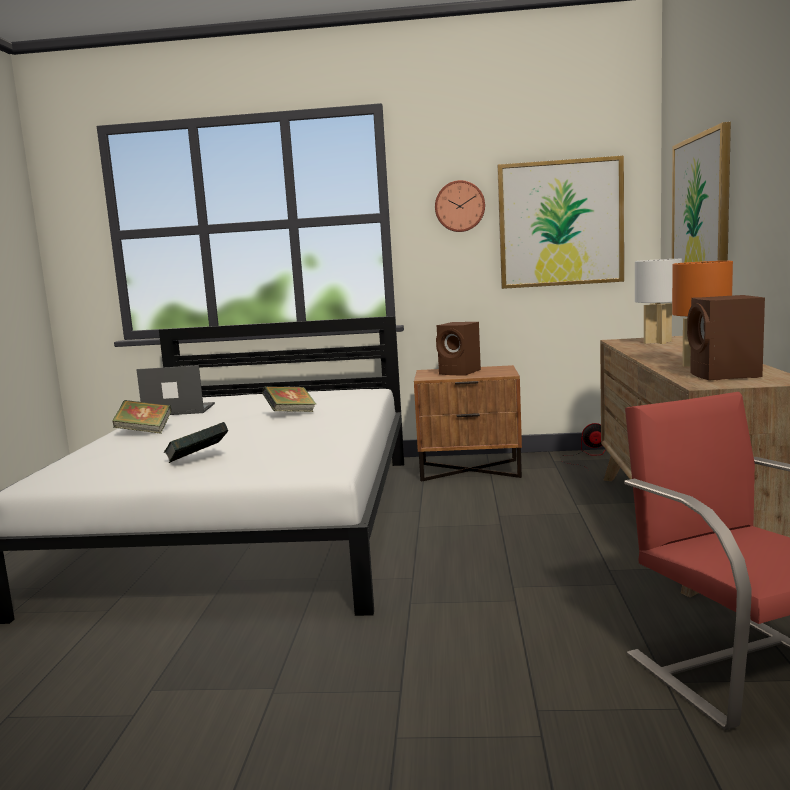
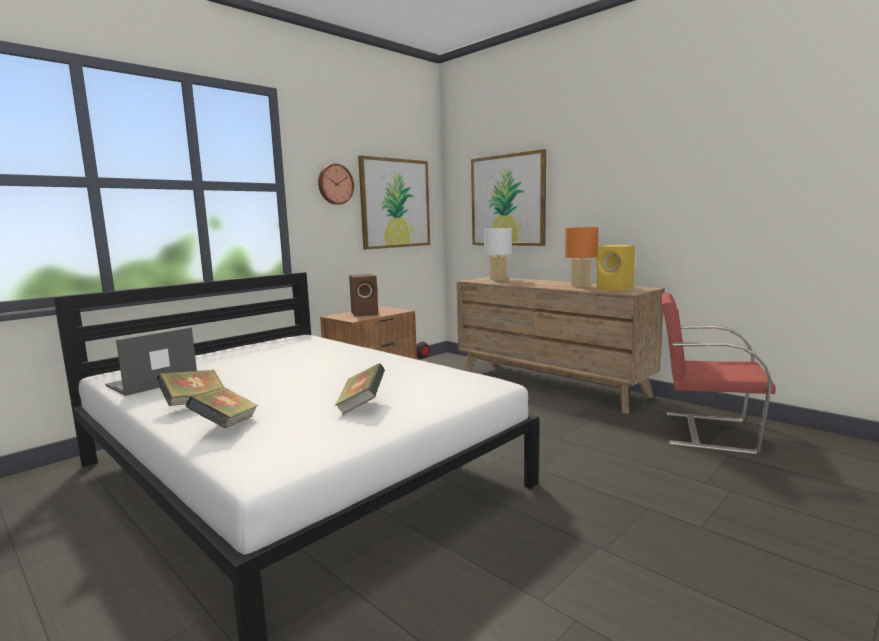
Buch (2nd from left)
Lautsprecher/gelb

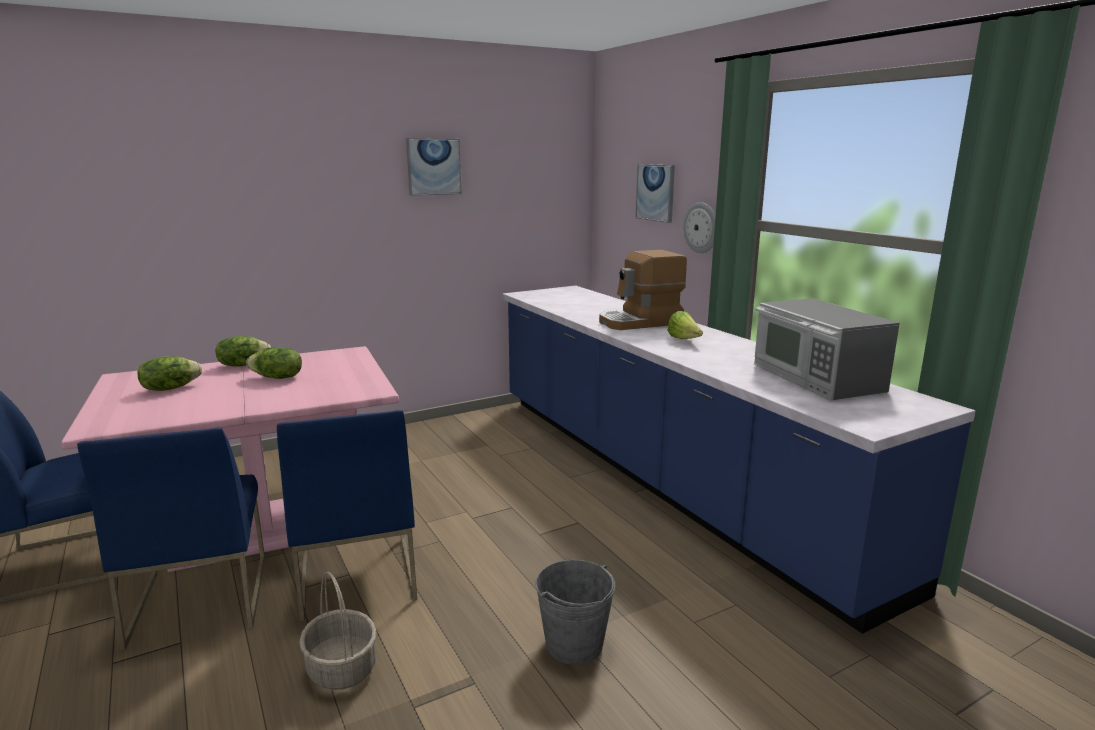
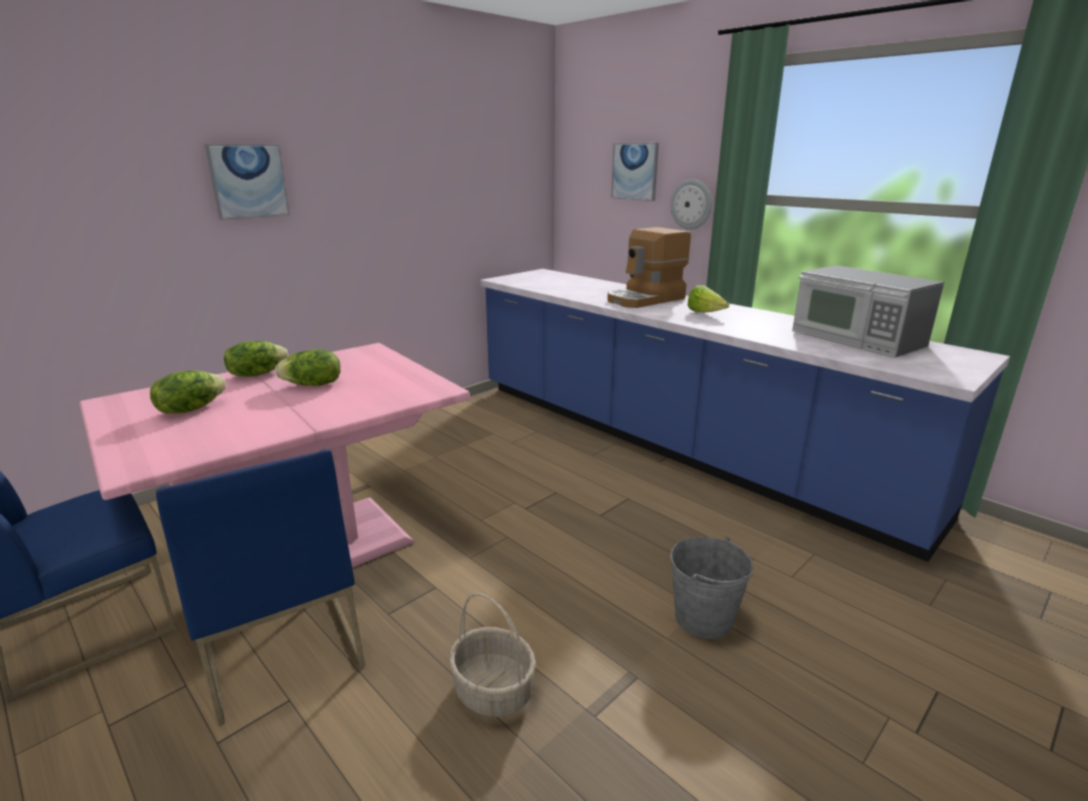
Stuhl/blau (3rd from left in the first image)
Bild (1st from left)

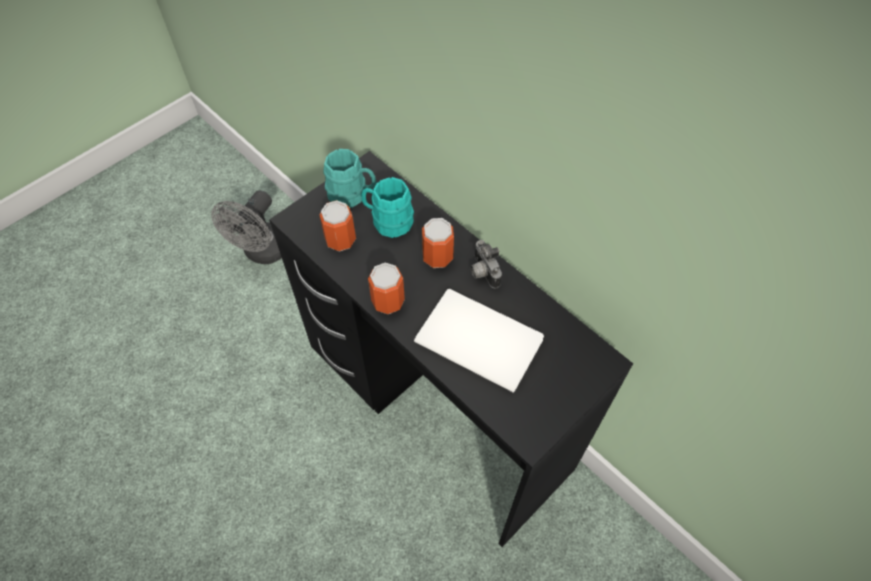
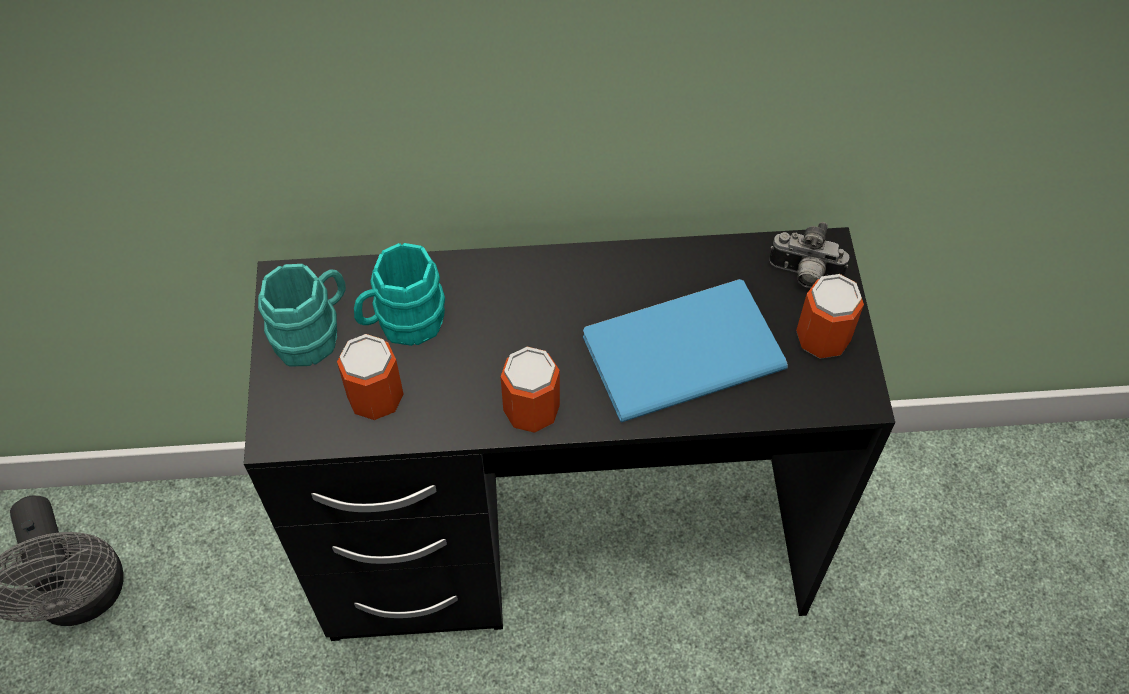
Buch/blau
Dose (3rd from left)
Kamera

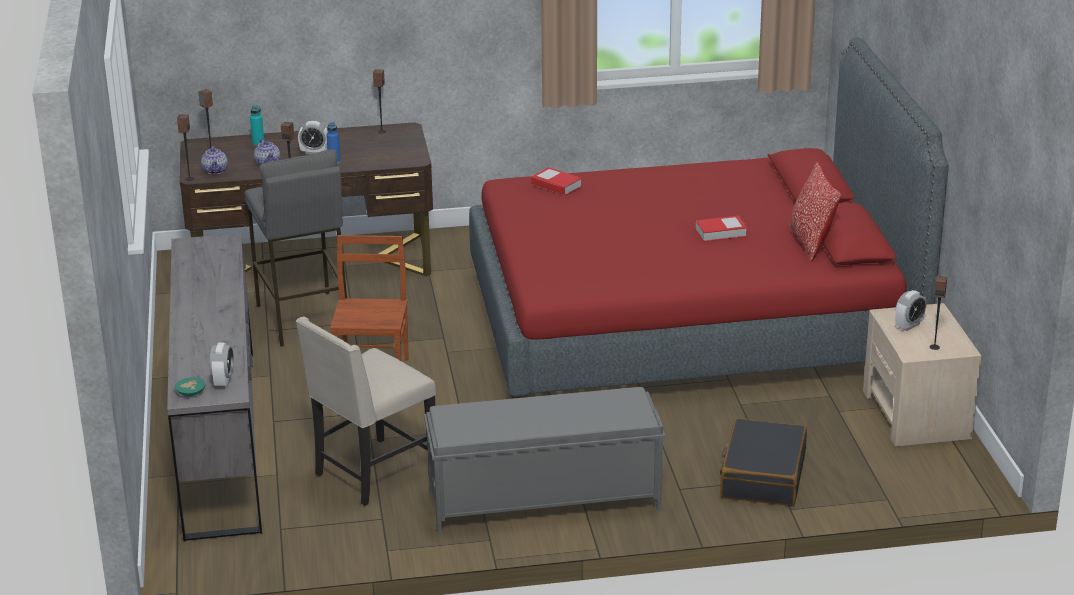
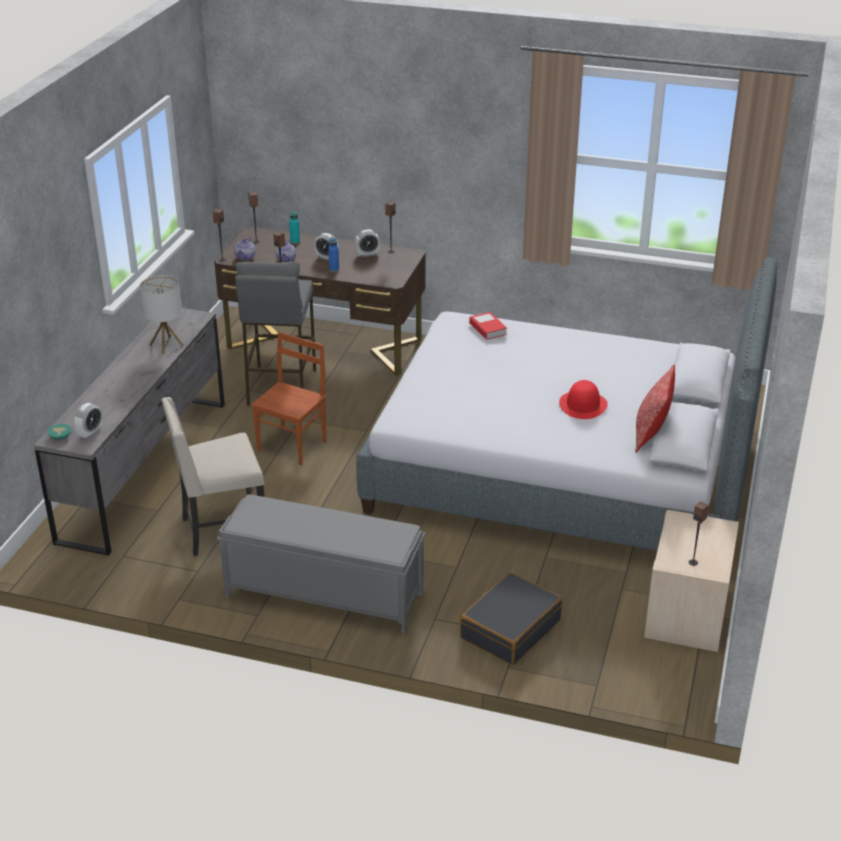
Bett/grau
Hut/rot
Wecker (3rd from left)
Tischlampe

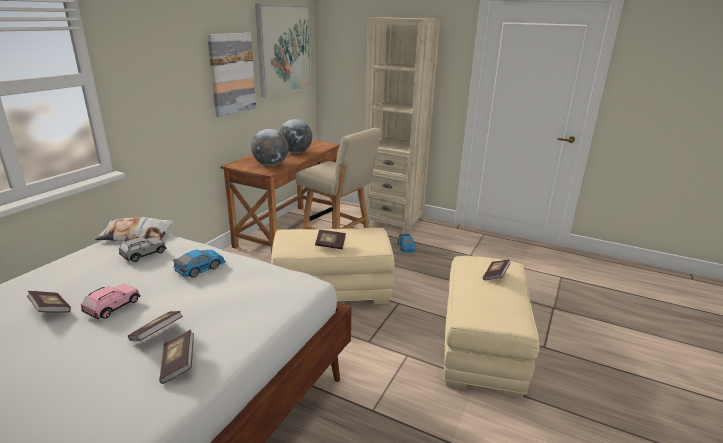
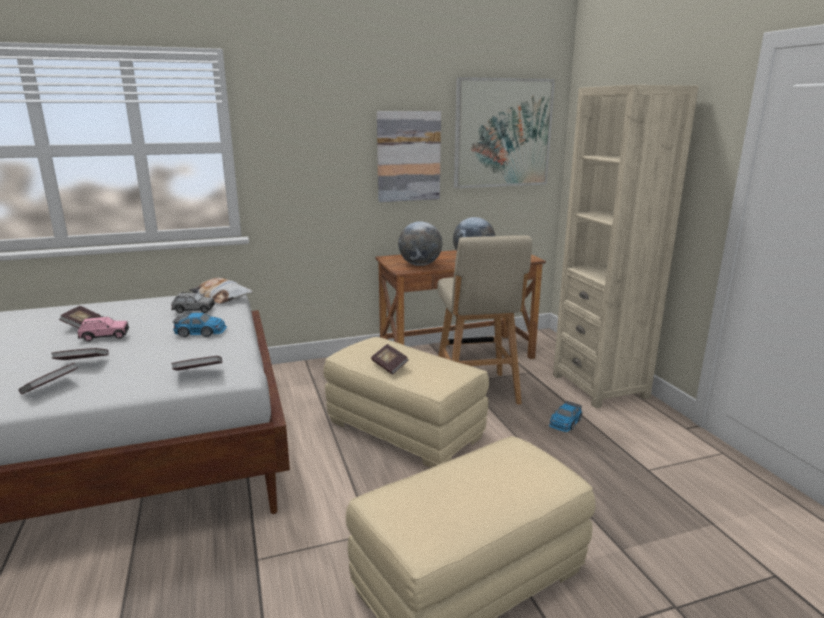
Buch (4th from left)

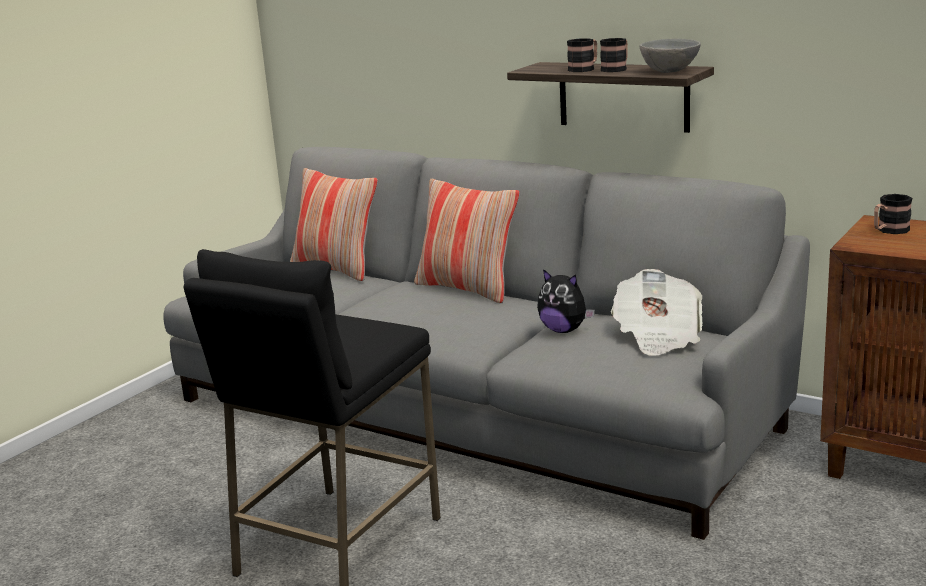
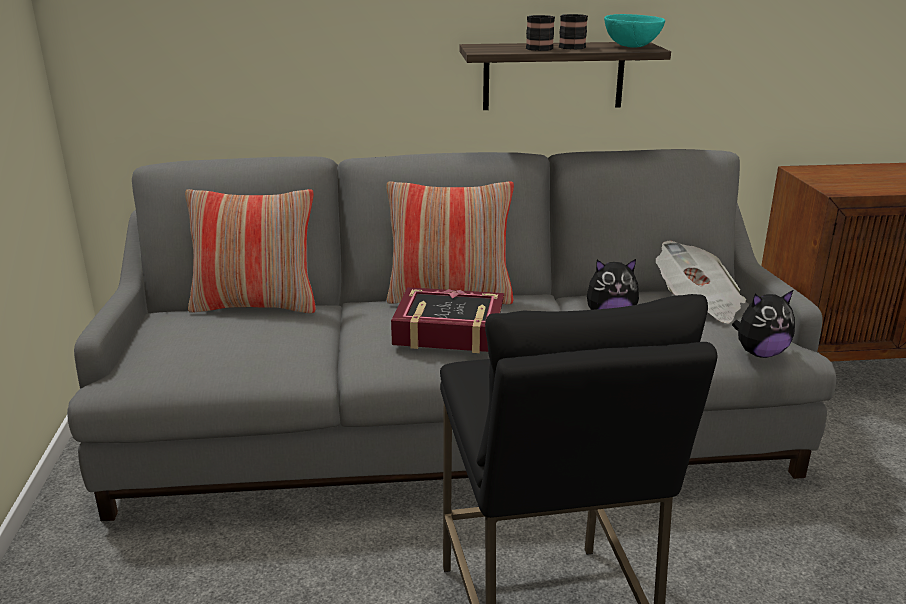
Schüssel/türkis
Henkelbecher (3rd from left in the first image)
Buch
Plüschtier (2nd from left)

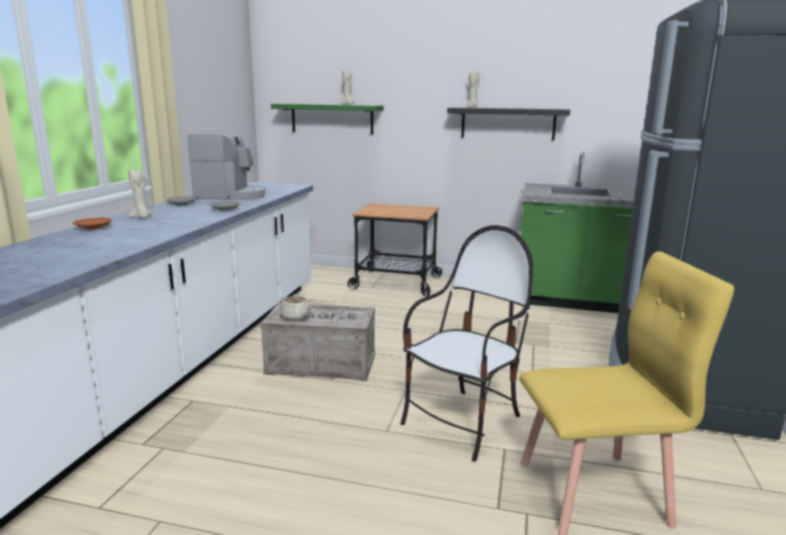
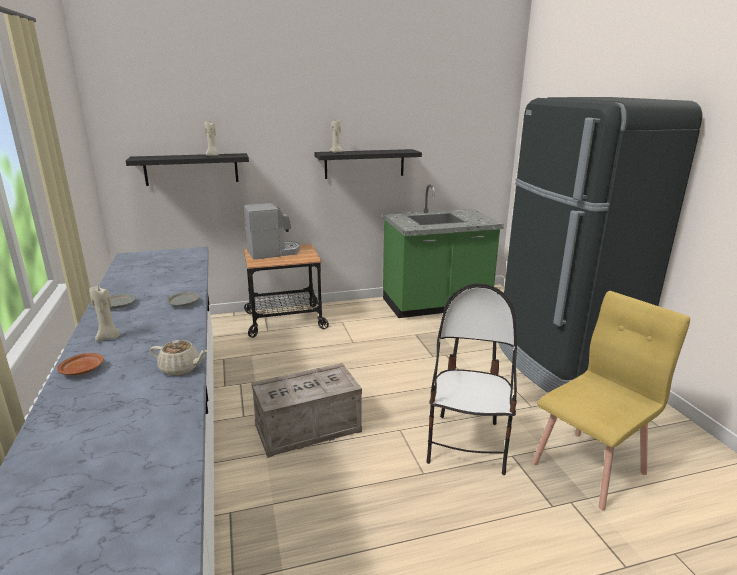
Kaffeemaschine
Wandregal/schwarz (1st from left)
Teekanne/beige

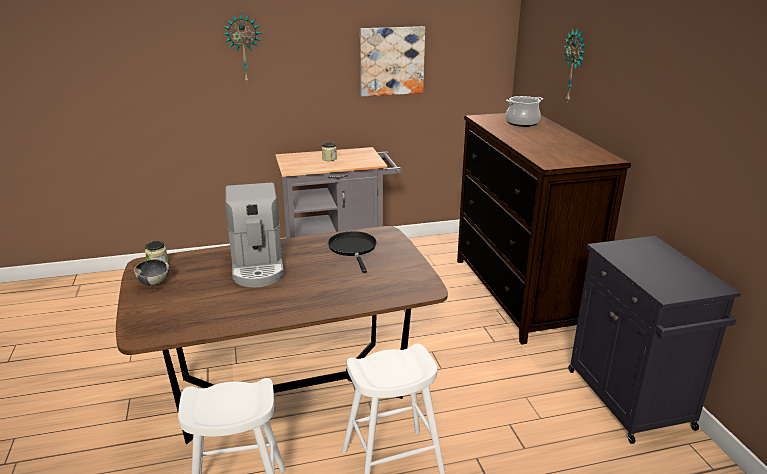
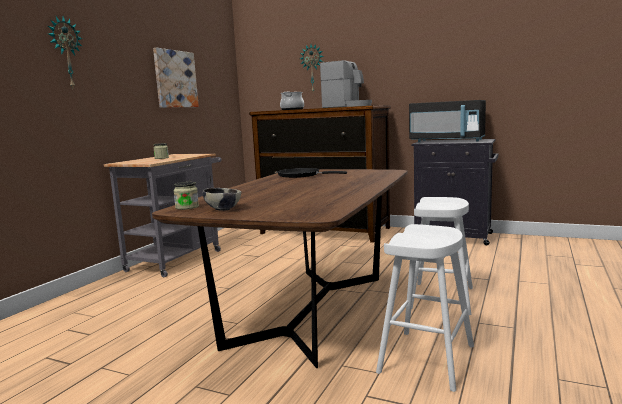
Kaffeemaschine
Mikrowelle/schwarz

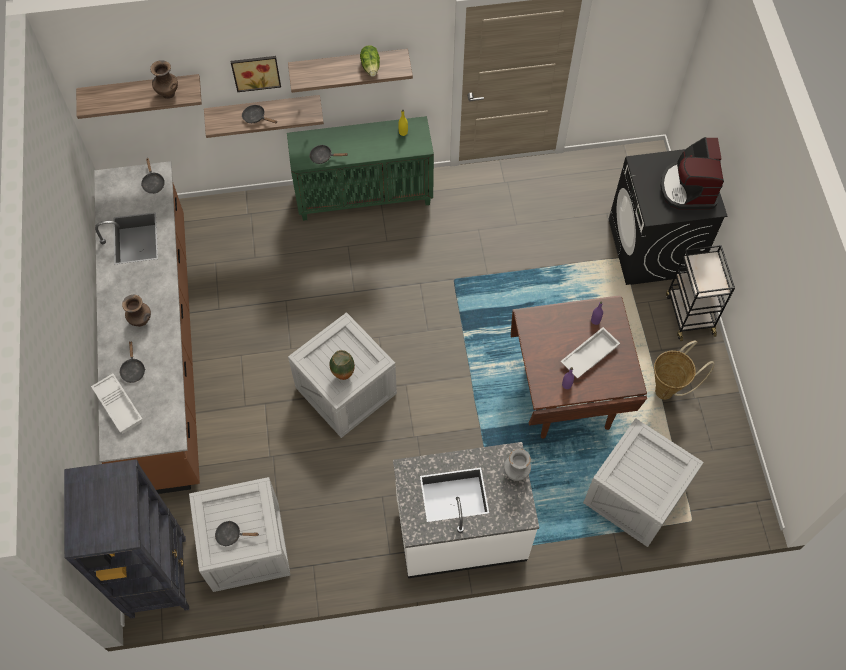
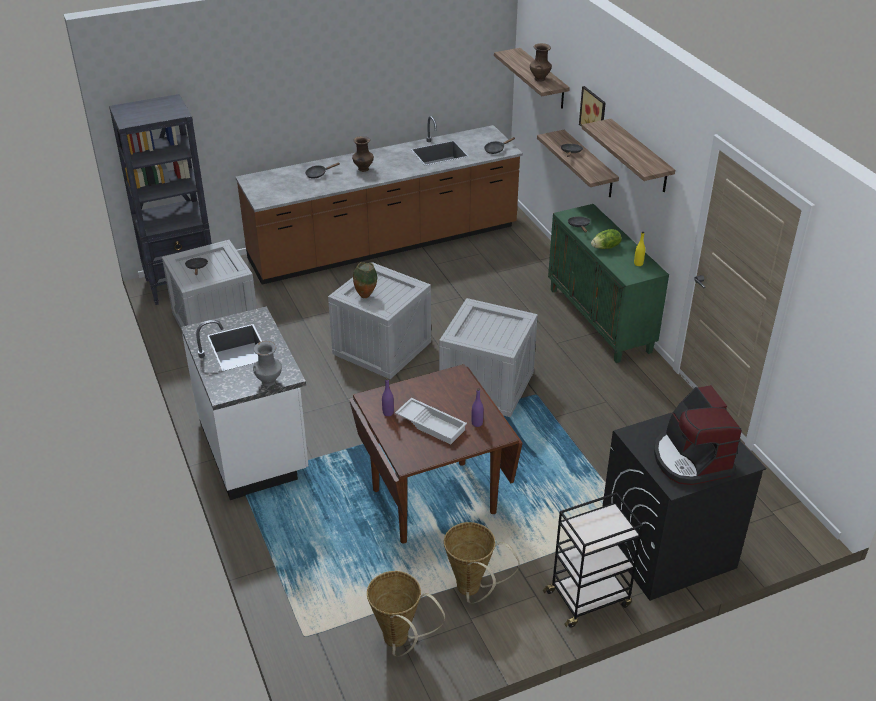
Tablett/weiß (1st from left in the first image)
Salatkopf
Kiste (3rd from left)
Kaffeemaschine
Korb (1st from left)

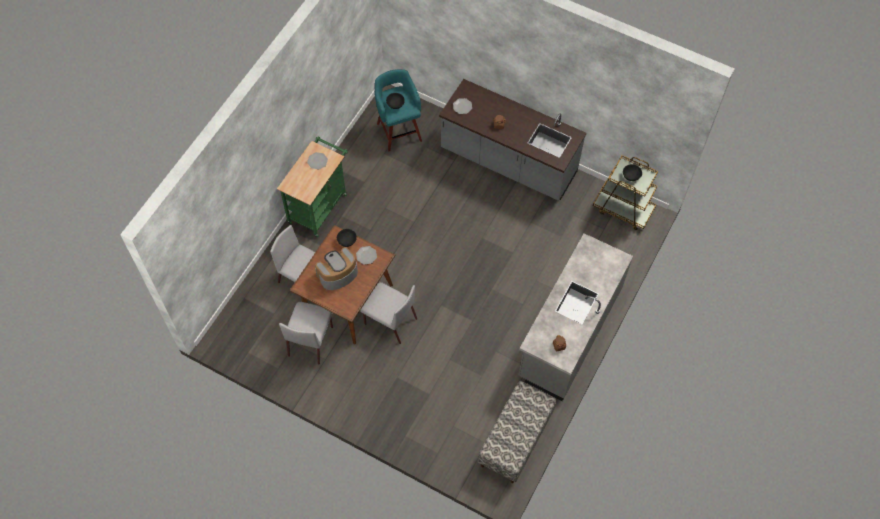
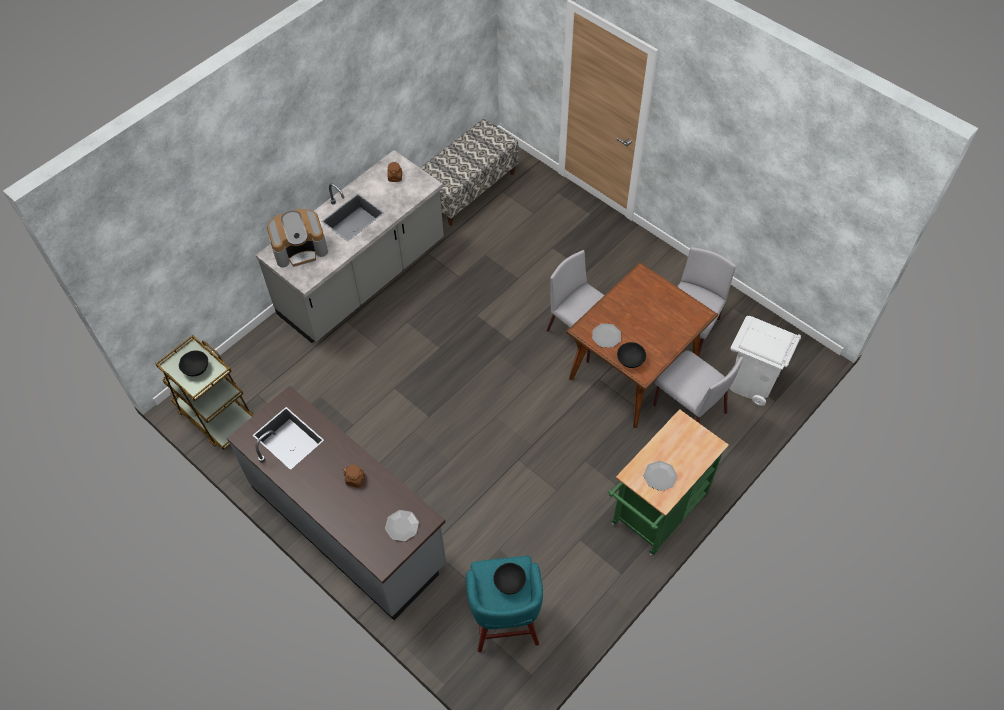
Kaffeemaschine
Mülleimer/weiß

